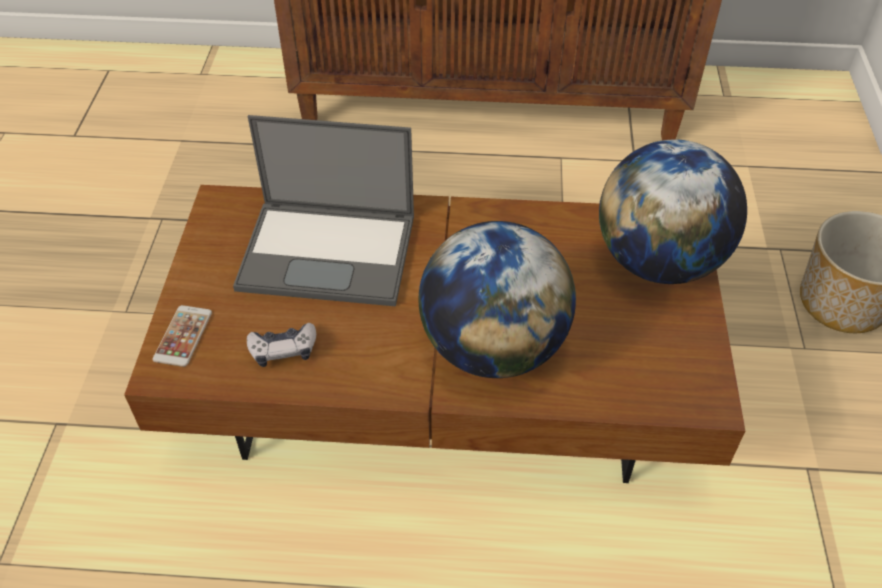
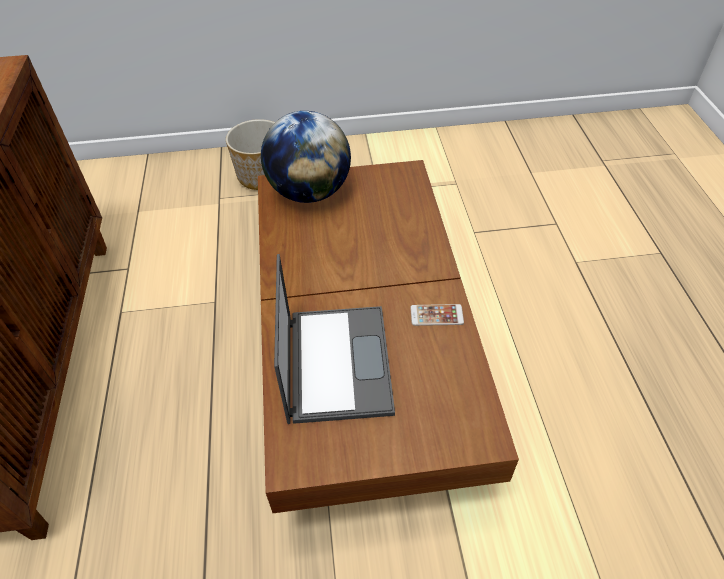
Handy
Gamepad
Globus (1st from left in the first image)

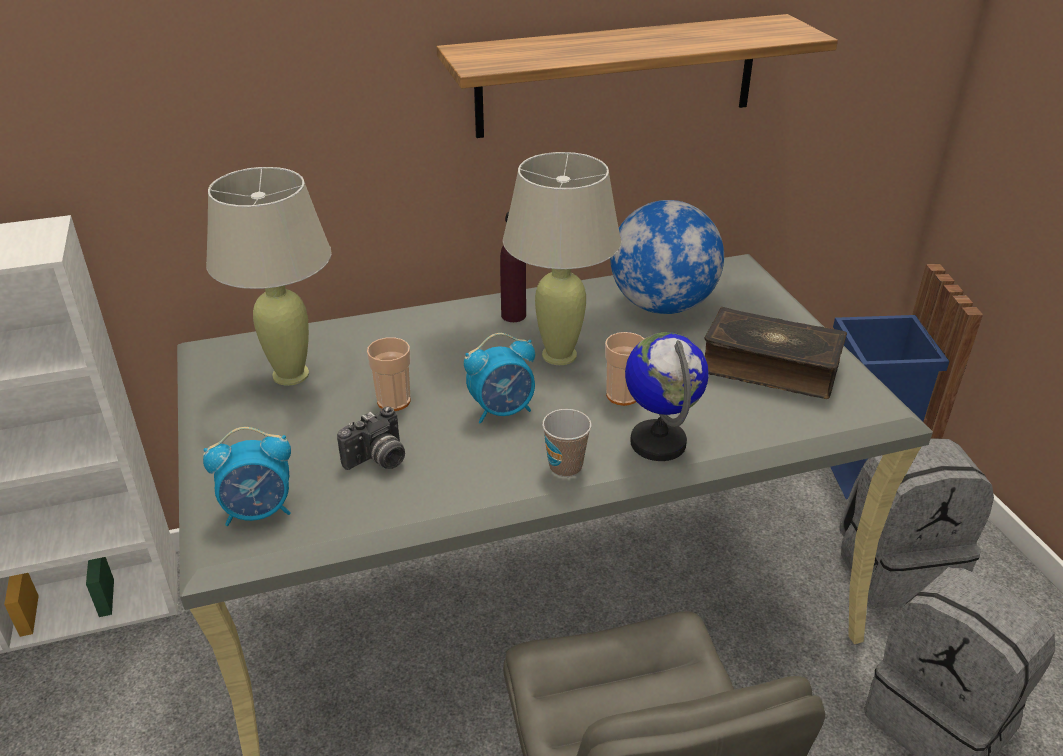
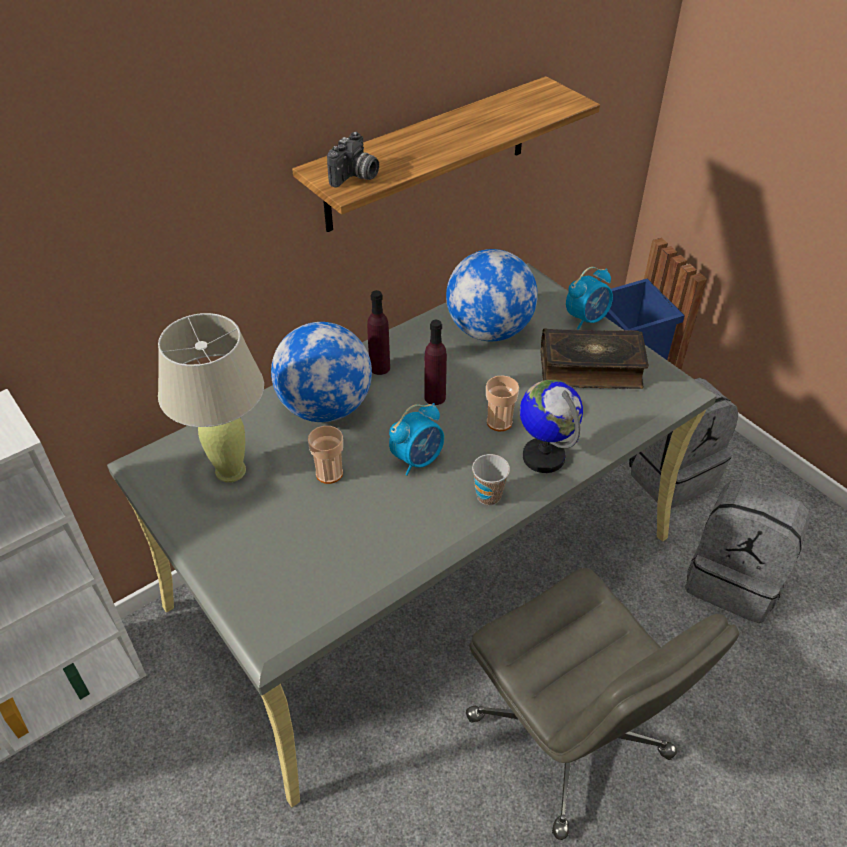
Wecker (2nd from left)
Kamera
Flasche/lila (2nd from left)
Globus (1st from left)

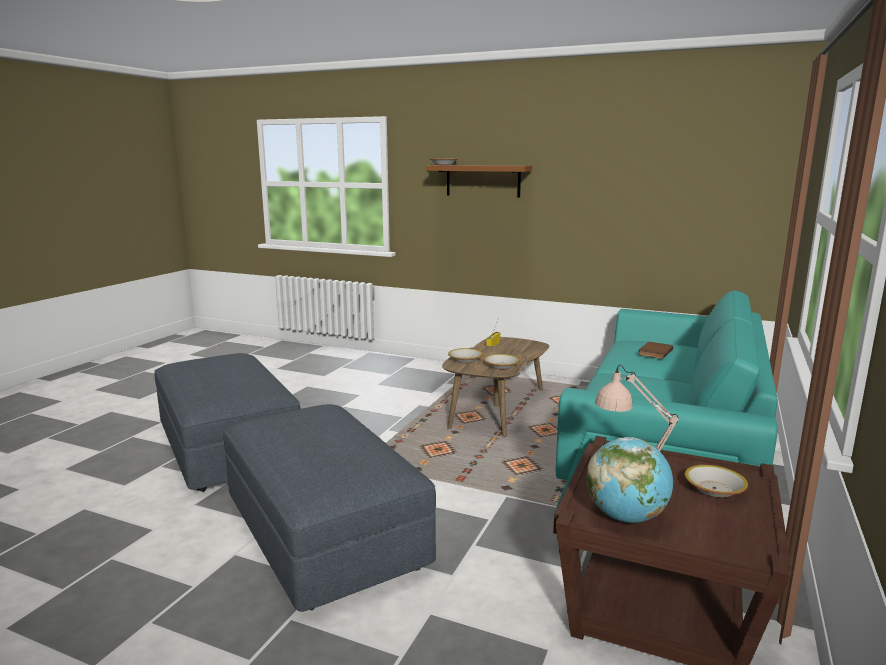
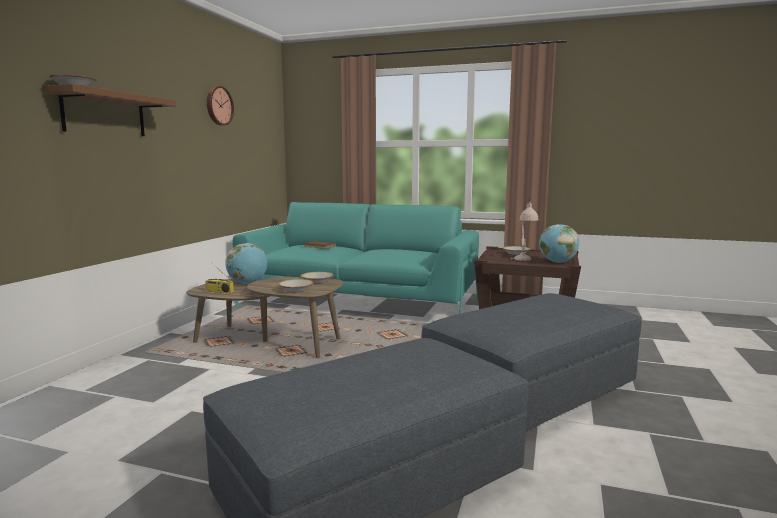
Wanduhr
Globus (1st from left)

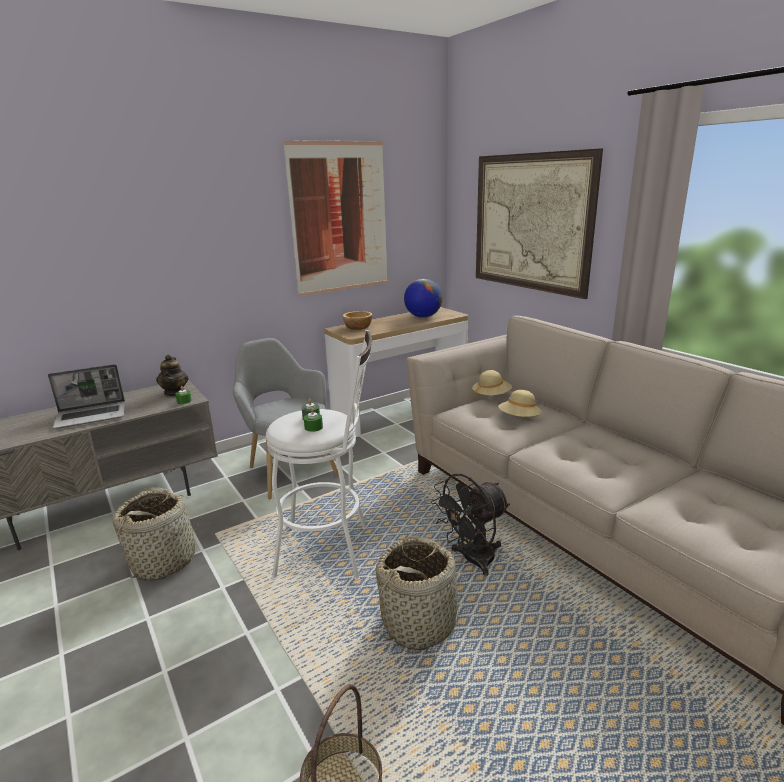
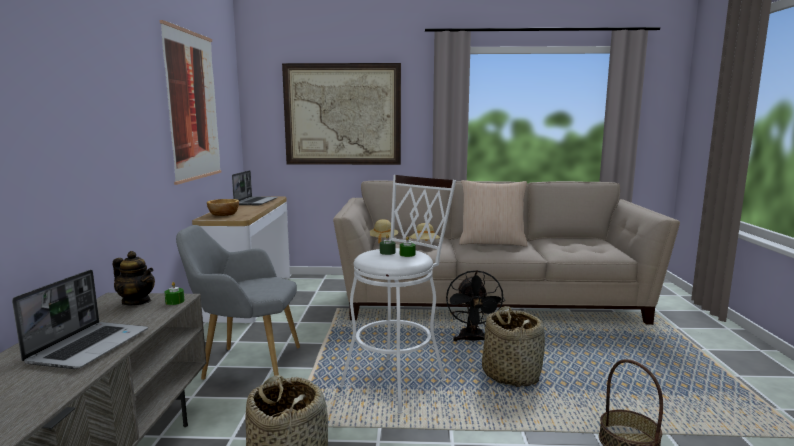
Laptop (2nd from left)
Kissen/beige

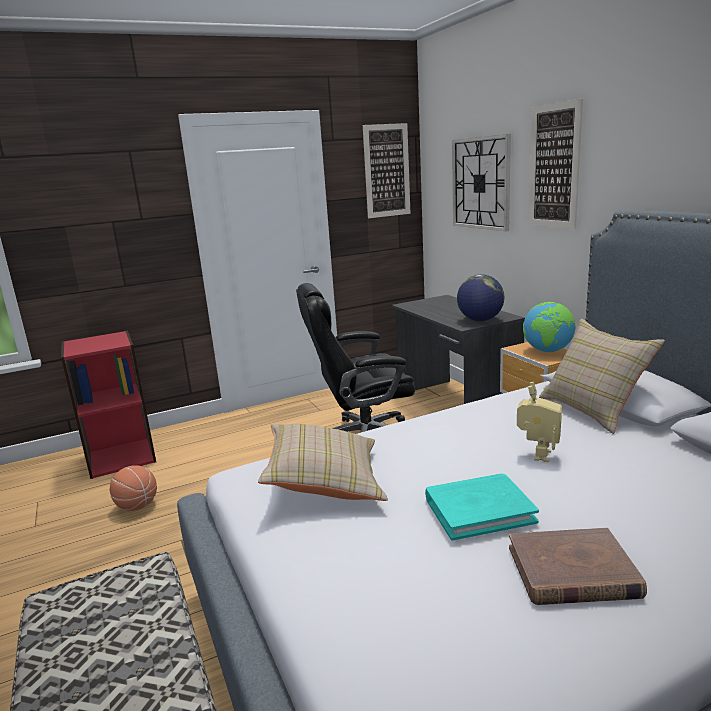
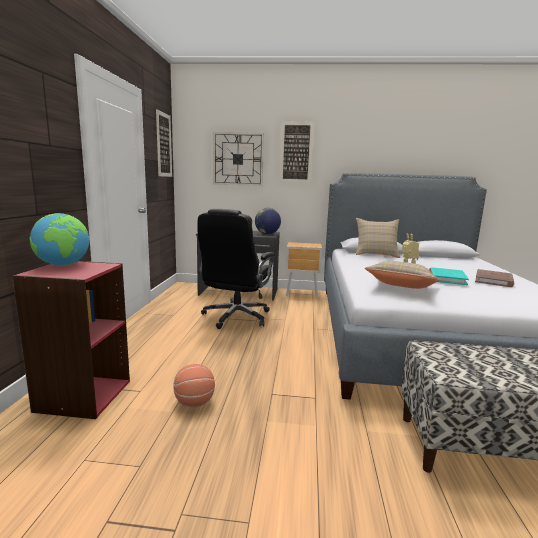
Globus (1st from left)

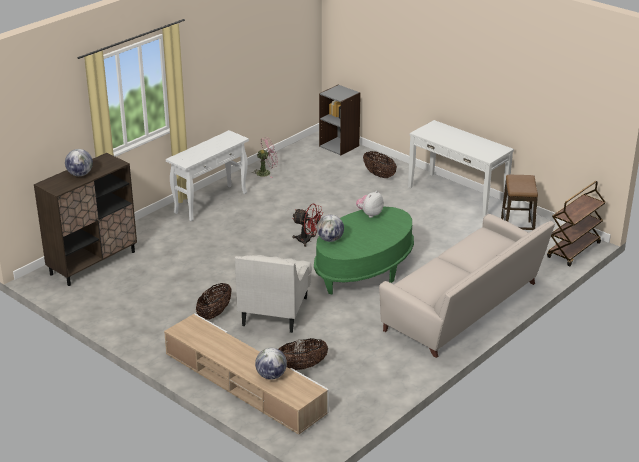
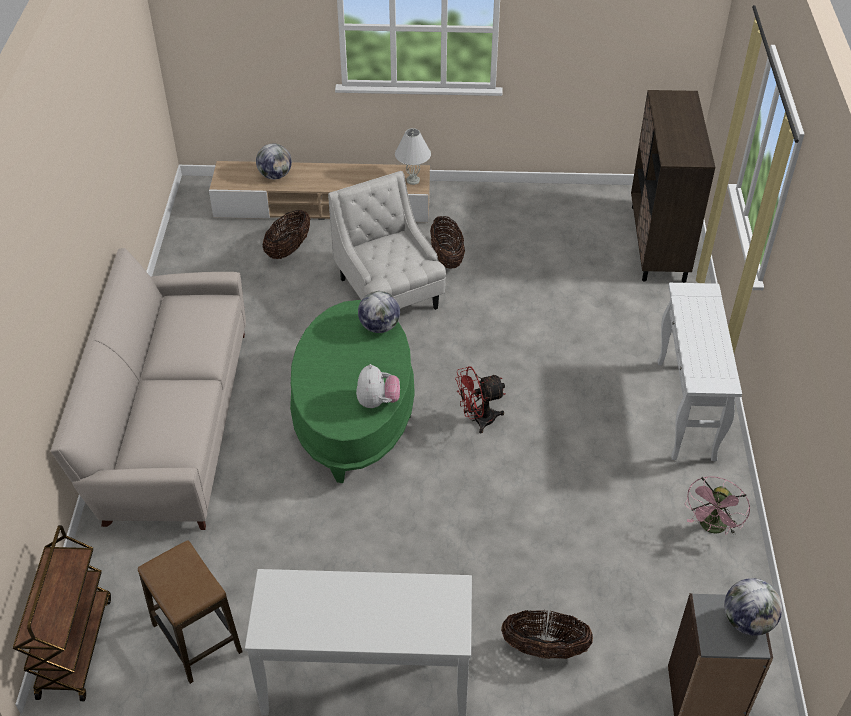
Globus (3rd from left)
Tischlampe/weiß

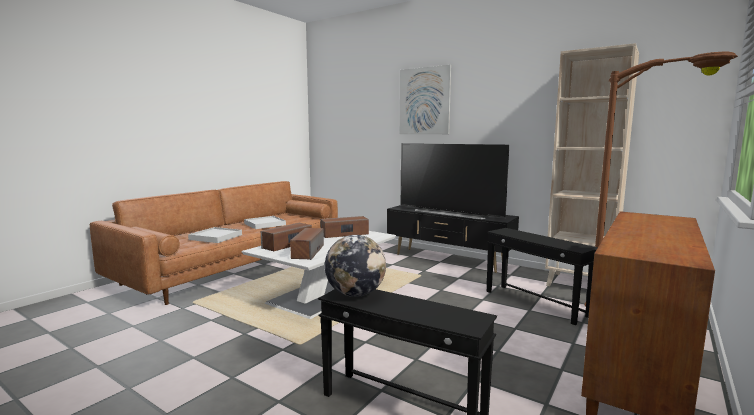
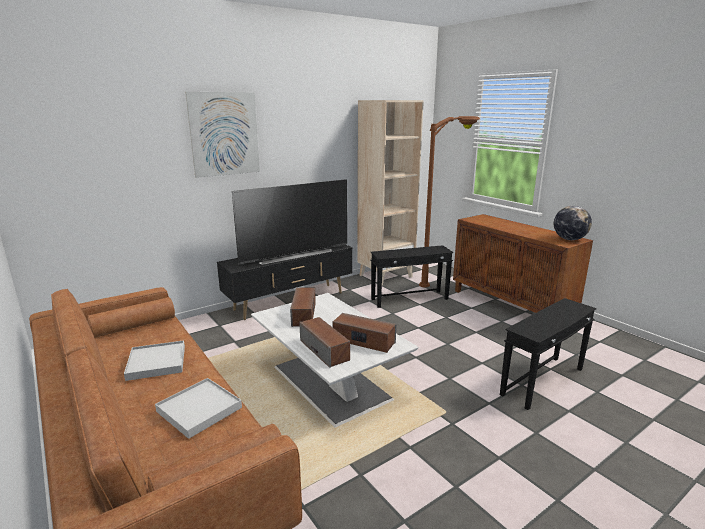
Globus

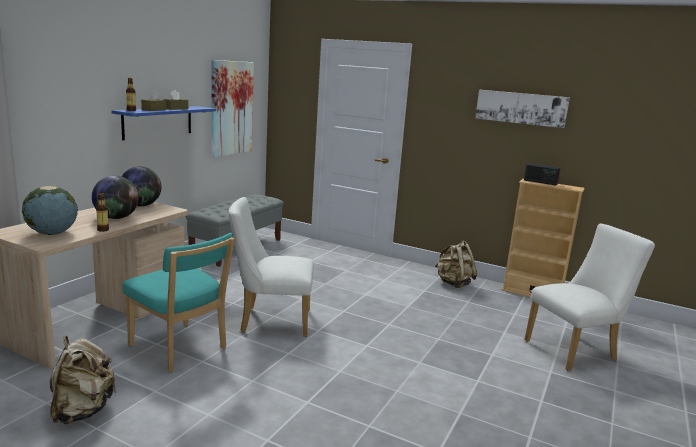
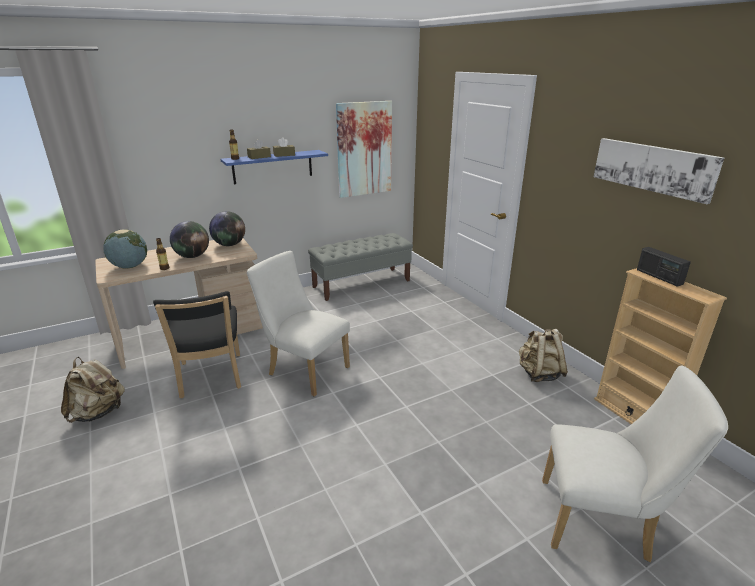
Stuhl/schwarz

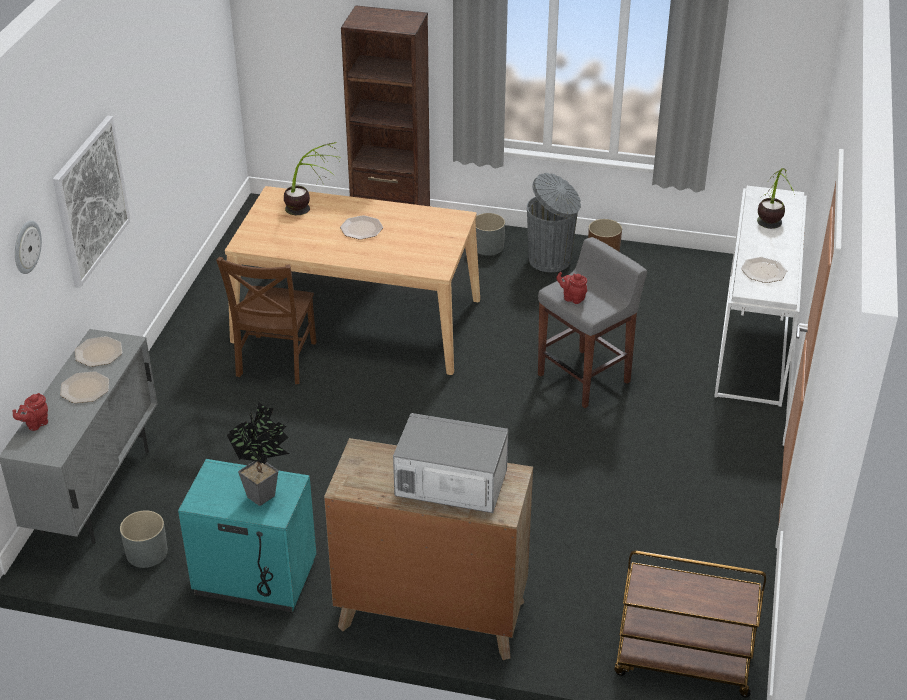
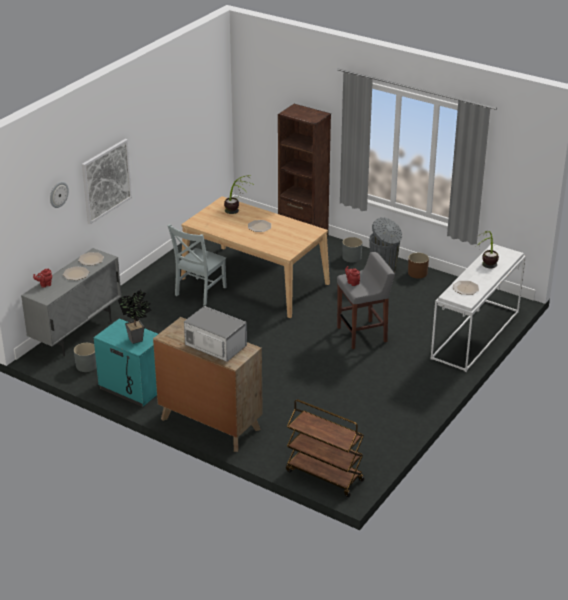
Stuhl/grau

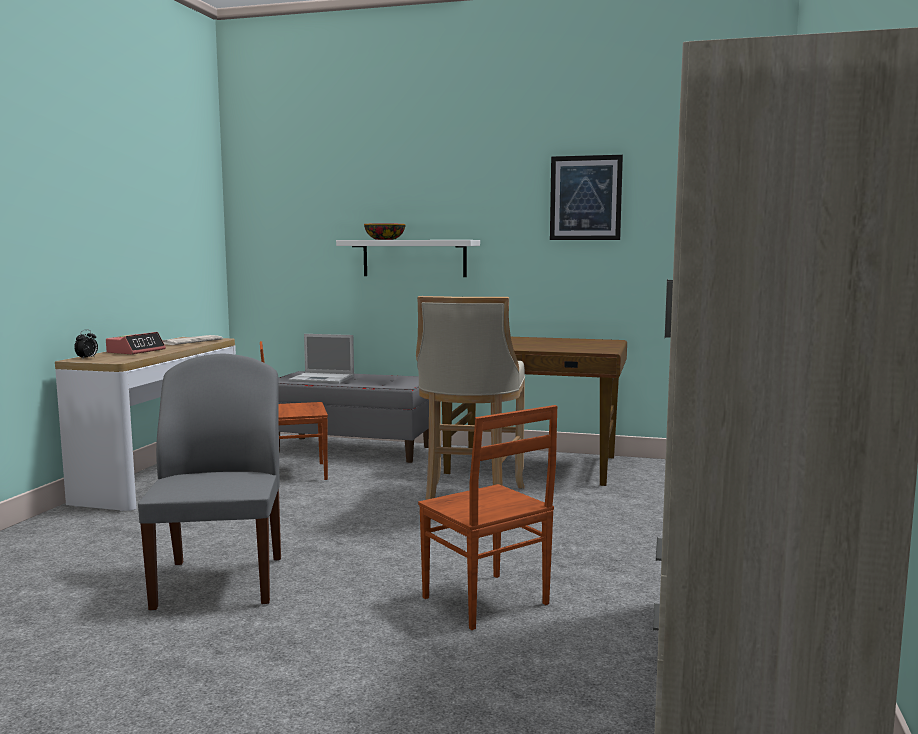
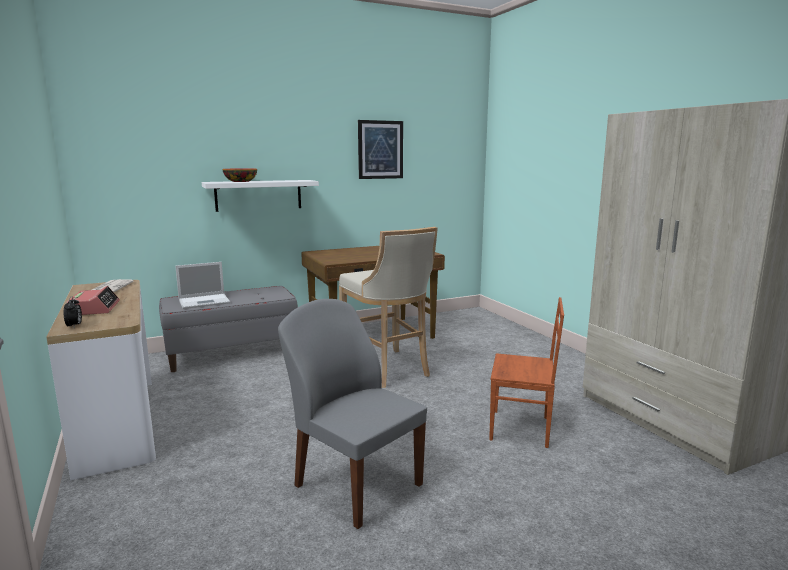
Stuhl/braun (1st from left in the first image)

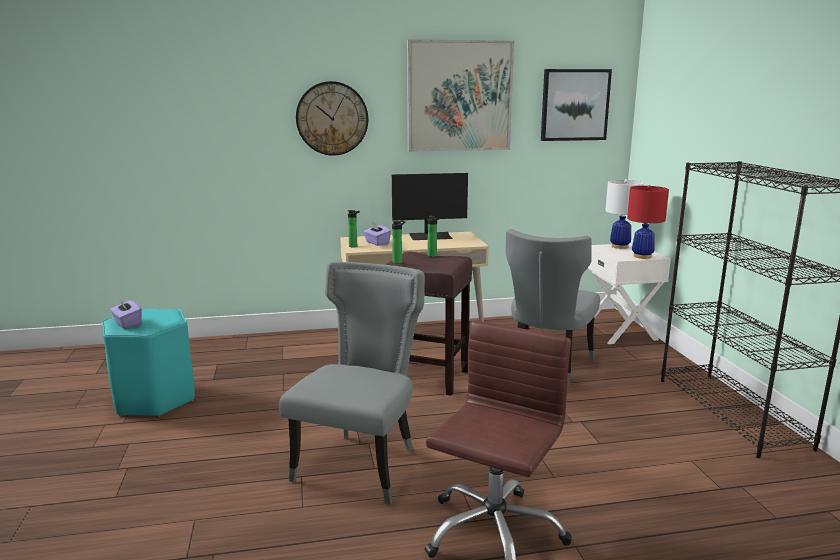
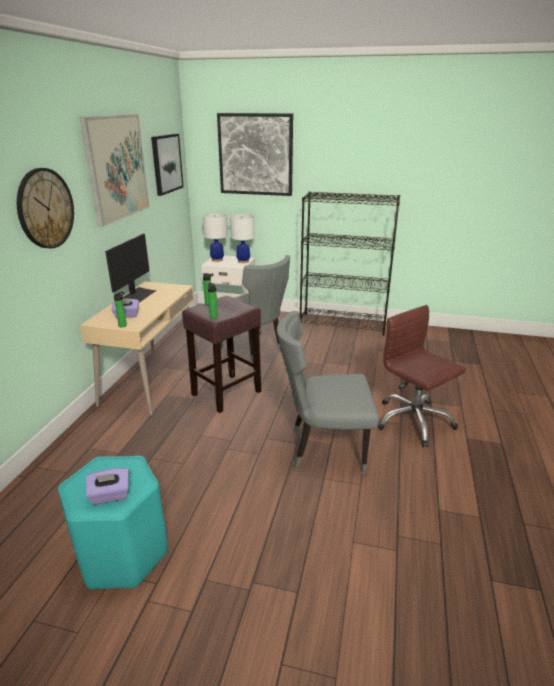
Stuhl/grau (2nd from left)
Tischlampe/weiß (2nd from left)
Bild (3rd from left)

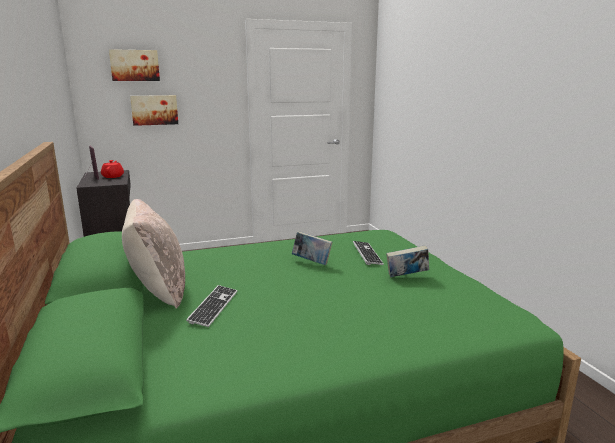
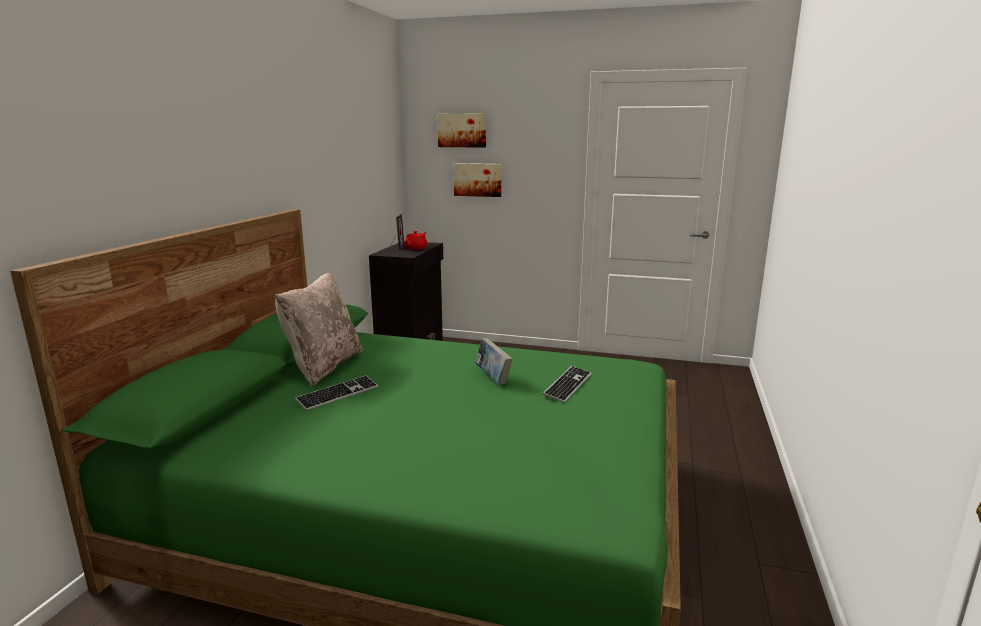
Buch (2nd from left in the first image)

